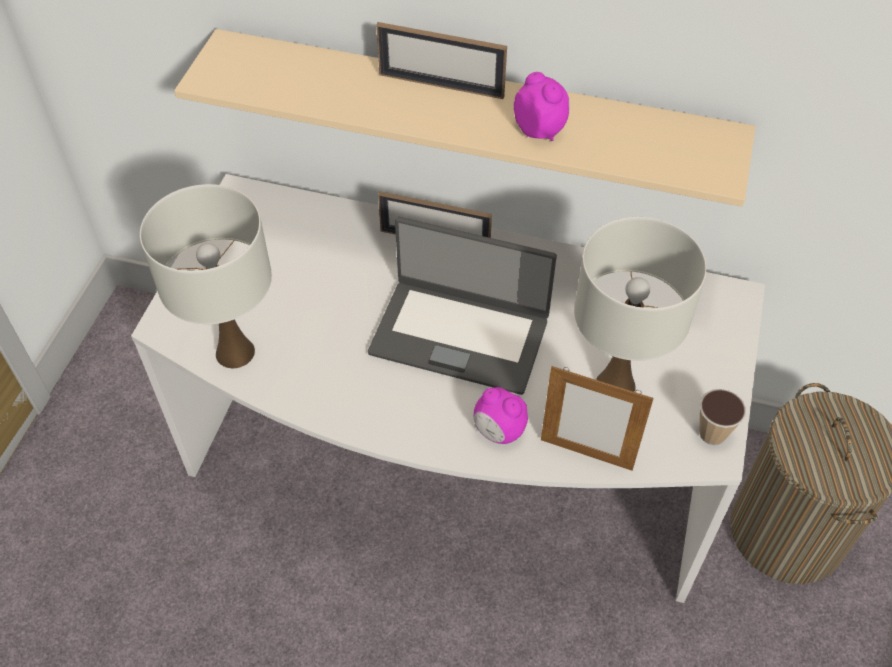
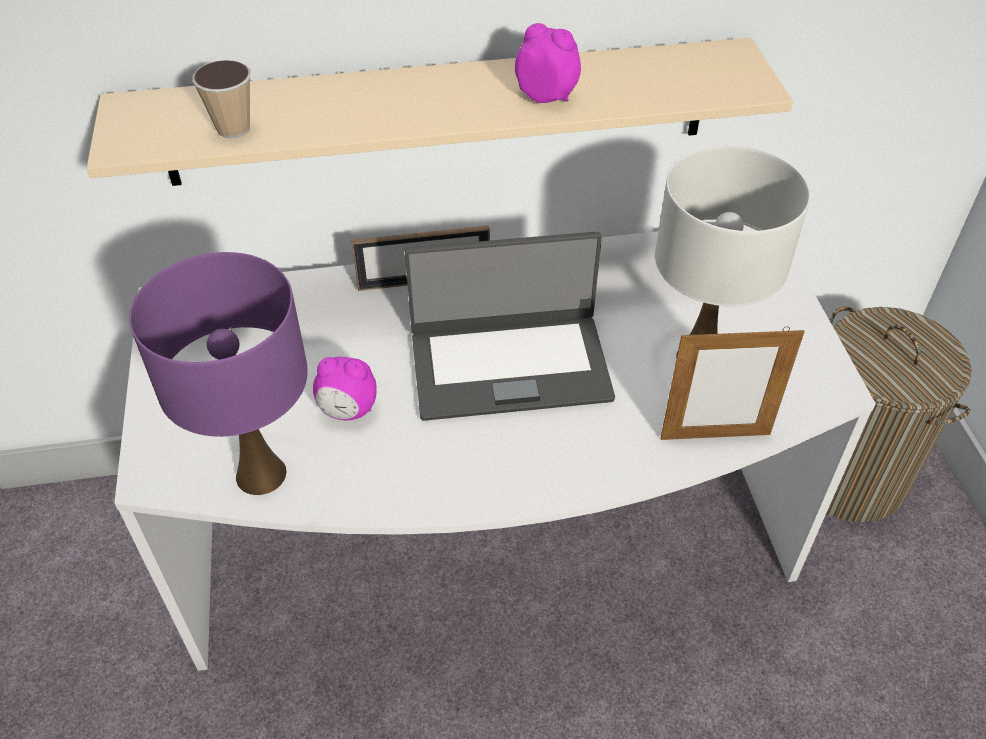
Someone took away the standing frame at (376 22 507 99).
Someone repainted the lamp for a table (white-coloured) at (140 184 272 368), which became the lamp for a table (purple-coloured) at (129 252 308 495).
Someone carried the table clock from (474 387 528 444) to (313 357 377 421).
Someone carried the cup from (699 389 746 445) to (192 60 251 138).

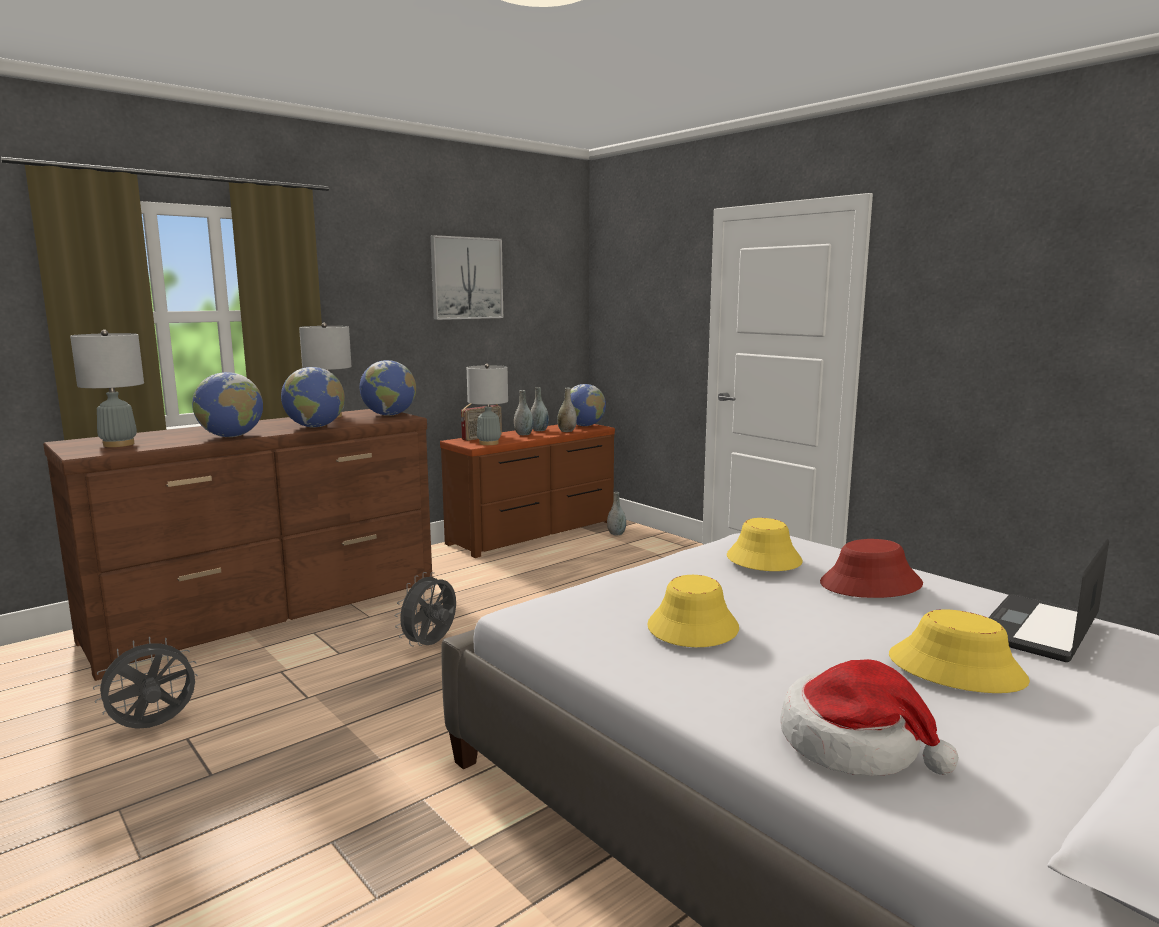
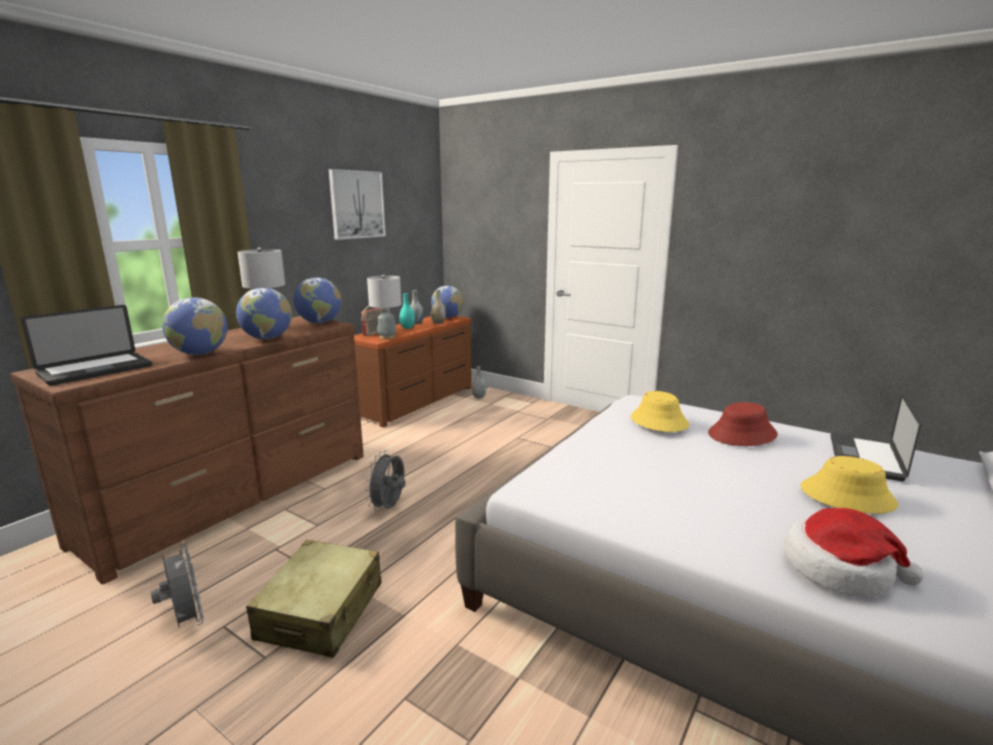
Someone swapped the lamp for a table (greyish) at (70 330 144 447) for the portable computer at (21 305 152 385).
Someone repainted the vase (greyish) at (514 390 534 435), which became the vase (blue-green) at (399 293 415 329).
Someone took away the clothing hat (yellow) at (647 575 739 647).
Someone rotated the electric fan (greyish) at (93 637 198 729) by 105 degrees clockwise.
Someone put down the suitcase (beige-coloured) at (246 540 381 658).

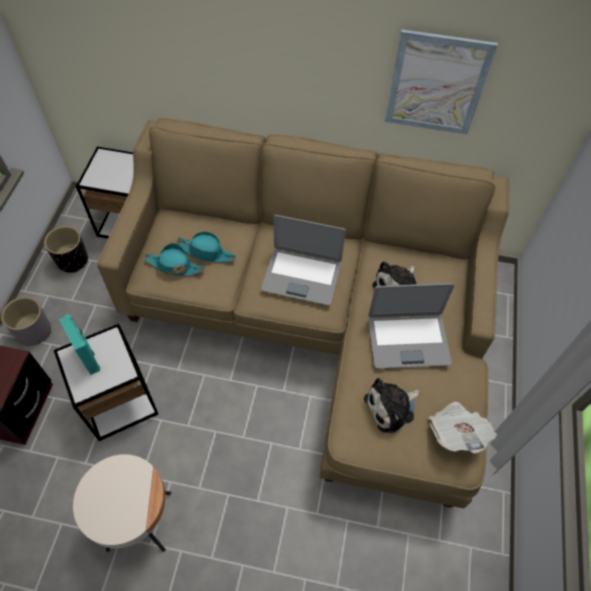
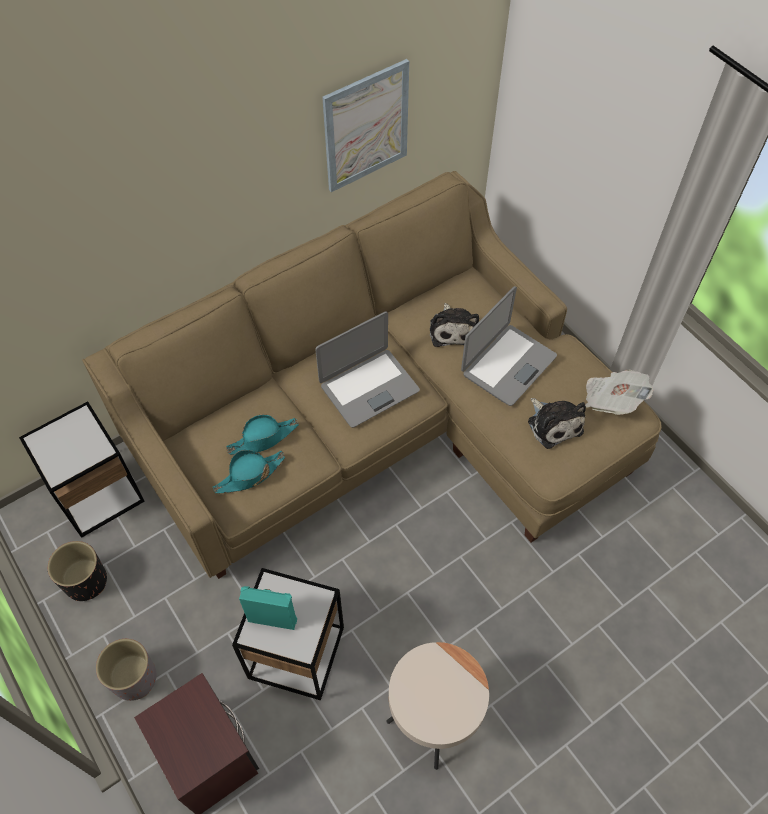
Someone rotated the plush toy at (364 378 420 433) by 45 degrees counterclockwise.

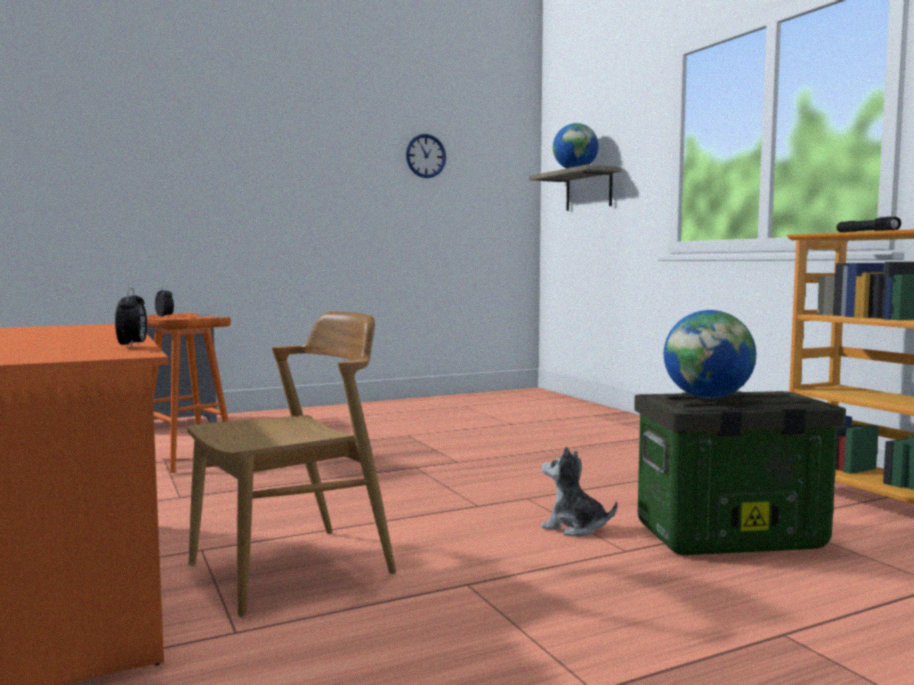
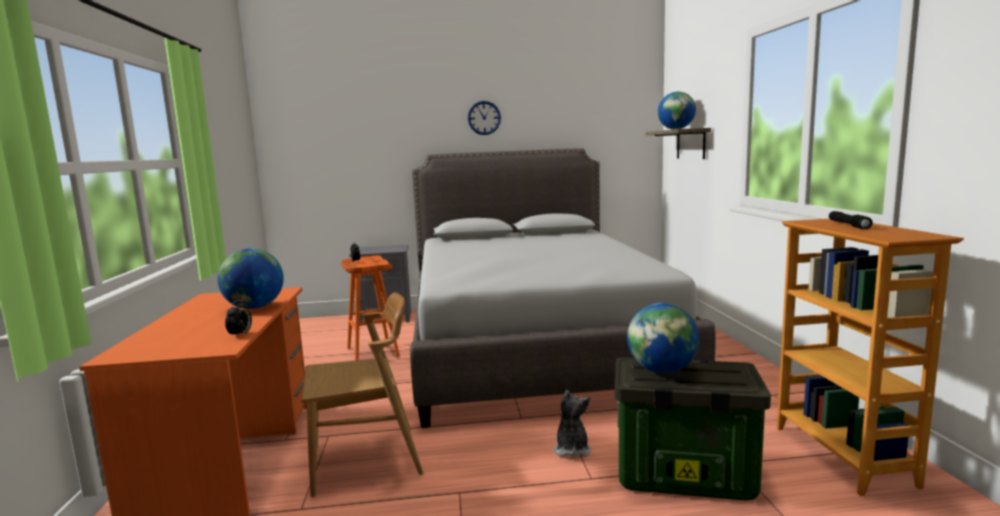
Someone carried the clock on the wall from (406 134 446 178) to (468 101 501 135).
Someone rotated the plush toy at (541 447 618 536) by 45 degrees clockwise.
Someone put down the sleeping bed (greyish) at (410 148 716 428).
Someone put down the globe at (218 248 284 309).

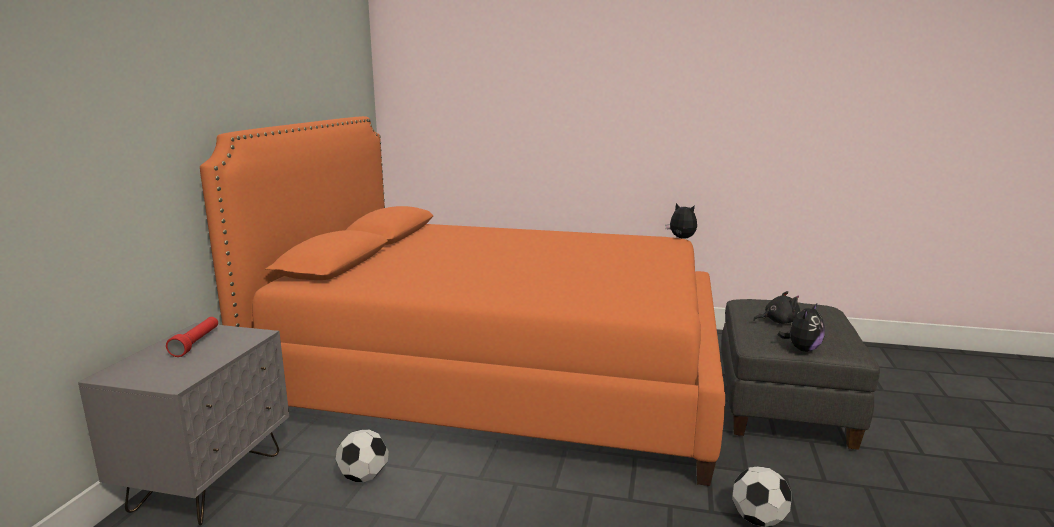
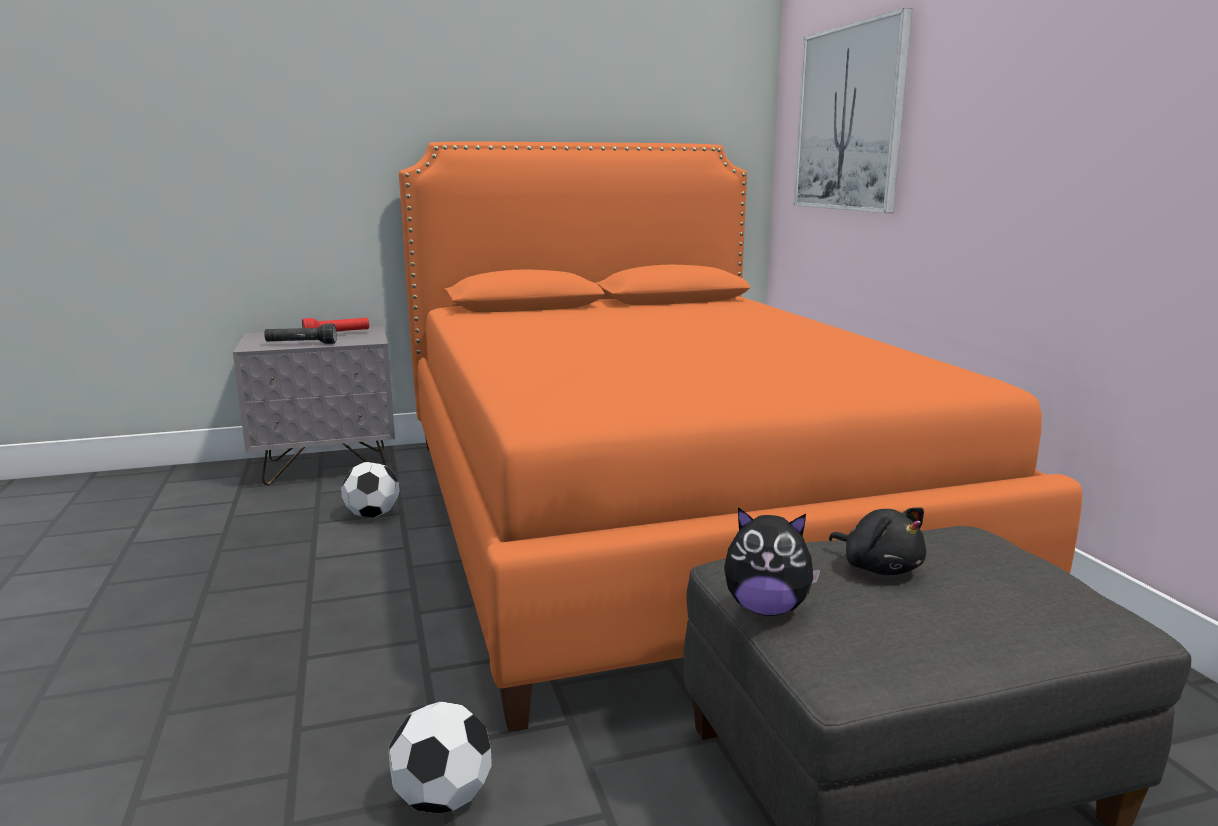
Someone took away the plush toy at (665 203 697 239).
Someone put up the wall picture at (793 8 913 213).
Someone put down the flashlight (black) at (264 324 337 344).

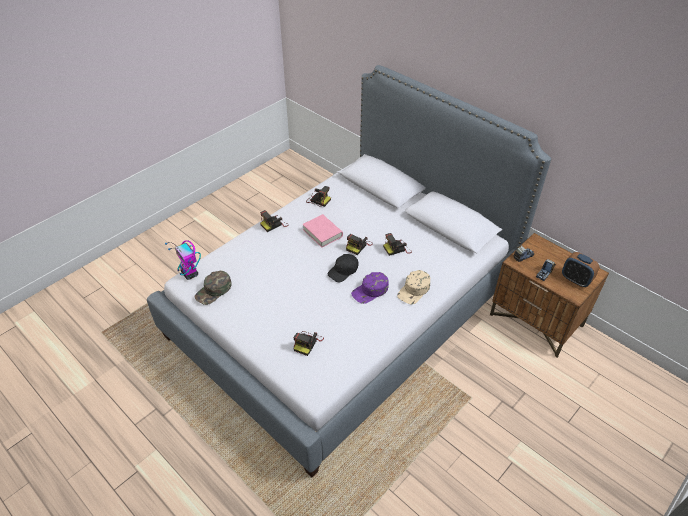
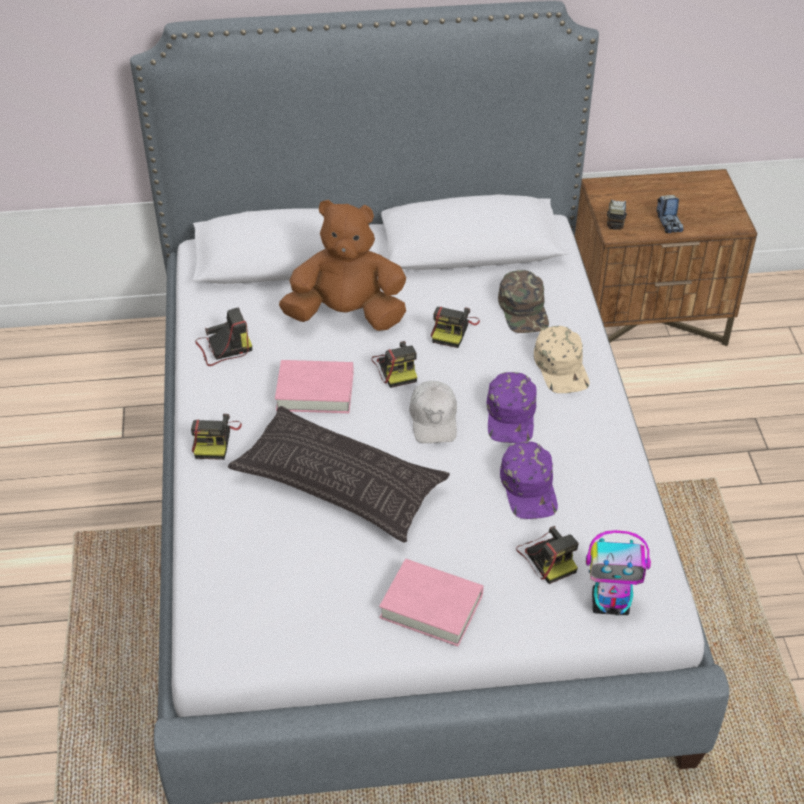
Someone carried the toy robot from (165 240 201 280) to (586 530 651 616).
Someone took away the table clock at (562 252 599 287).
Someone repainted the baseball cap (black) at (328 254 359 283), which became the baseball cap (white-coloured) at (409 381 457 443).
Someone carried the baseball cap (green-coloured) from (194 270 232 305) to (498 270 549 333).
Someone put down the plush toy (brown-coloured) at (279 200 406 331).
Someone put down the throw pillow at (228 406 450 542).
Someone put down the baseball cap (purple-coloured) at (500 441 558 519).
Someone put down the volume (pink) at (379 559 483 646).

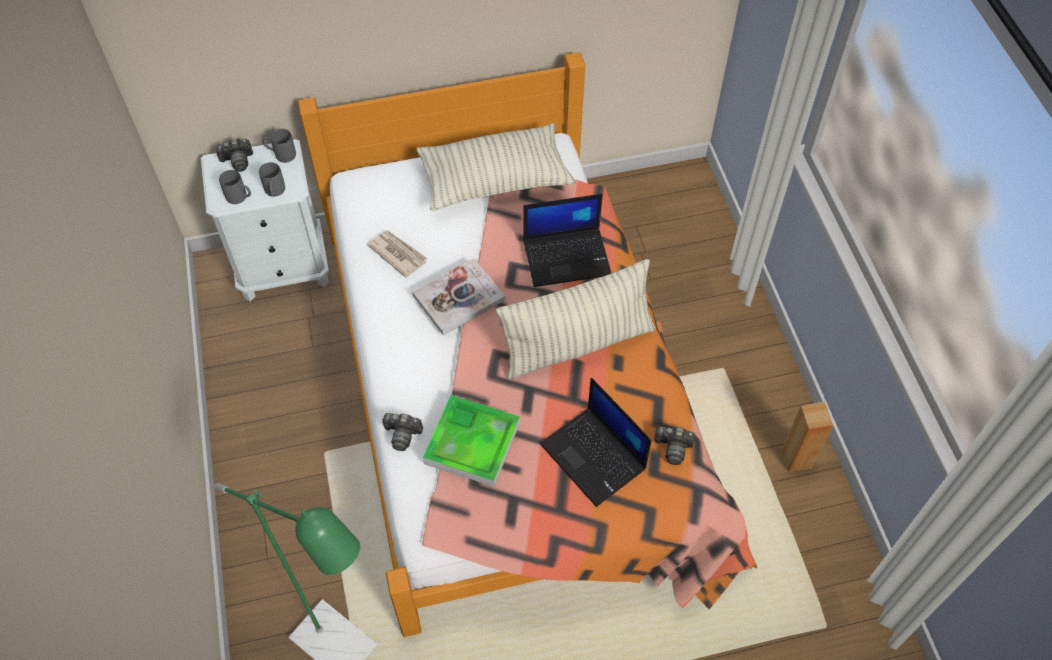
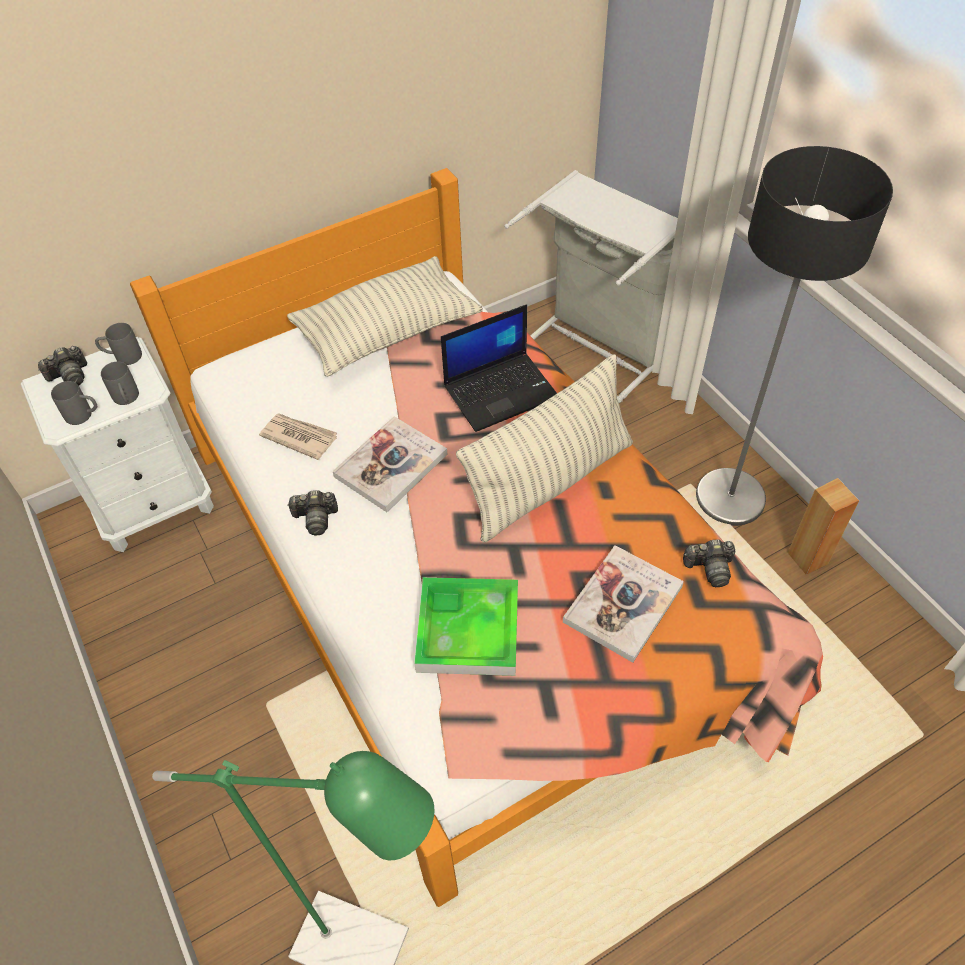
Someone swapped the portable computer at (540 378 652 507) for the volume at (563 545 684 663).
Someone carried the photo camera from (382 413 423 451) to (287 490 338 535).
Someone put down the floor lamp at (696 146 893 526).
Someone put down the laundry basket (greyish) at (504 170 678 403).

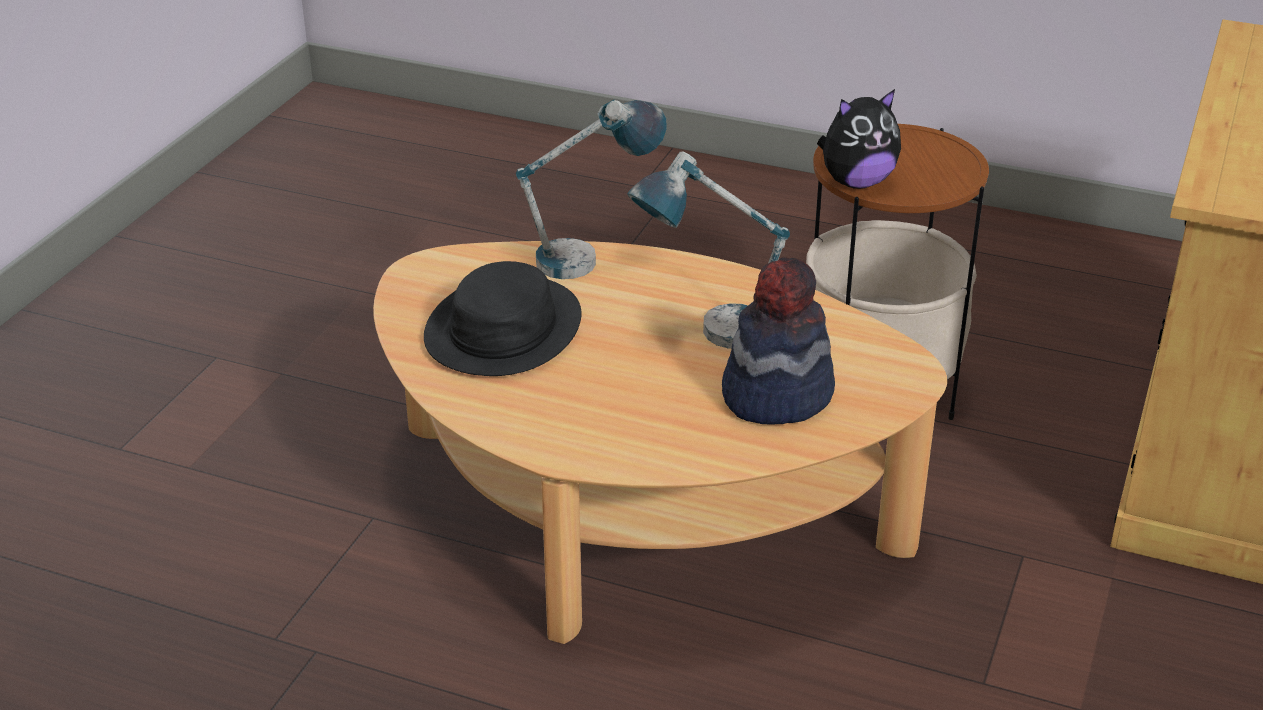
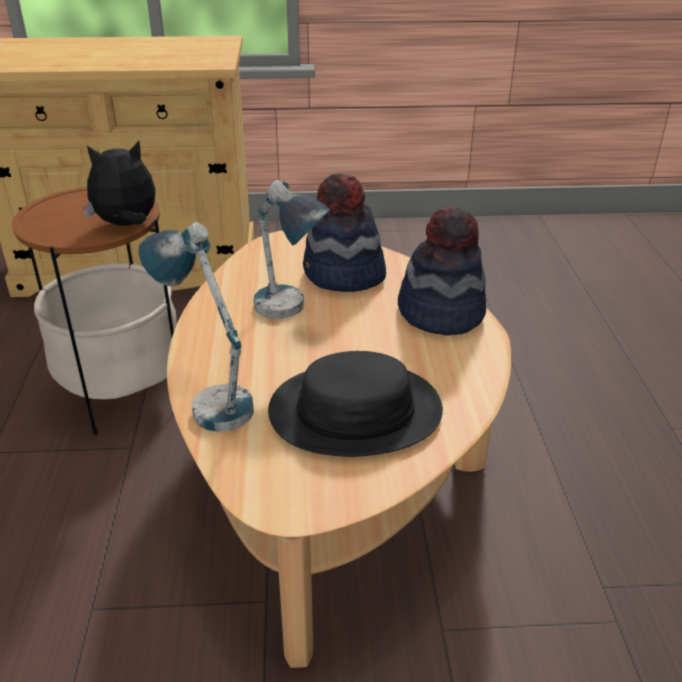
Someone rotated the plush toy at (817 89 901 189) by 60 degrees counterclockwise.
Someone put down the clothing hat at (398 206 486 336).

